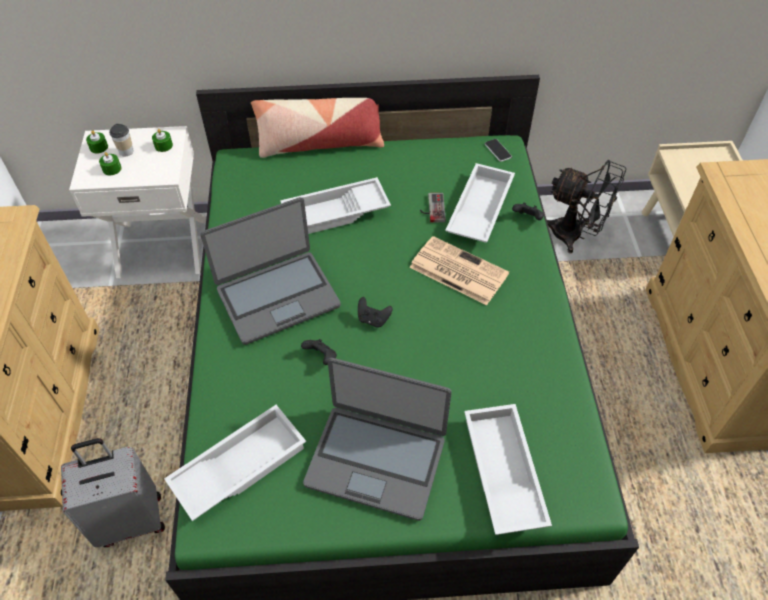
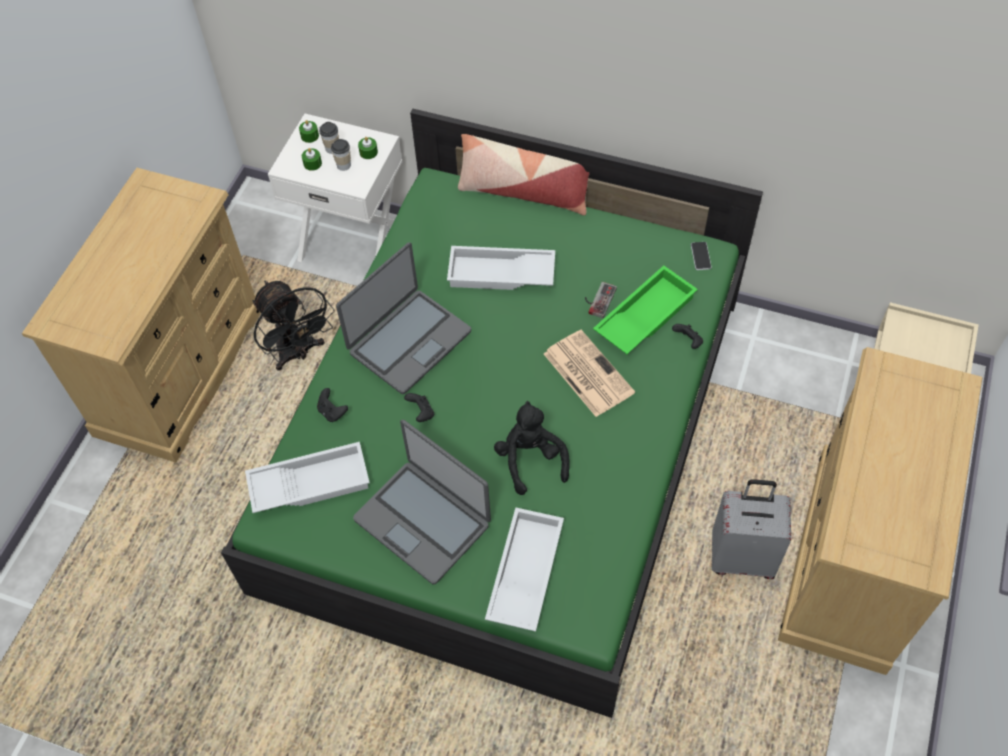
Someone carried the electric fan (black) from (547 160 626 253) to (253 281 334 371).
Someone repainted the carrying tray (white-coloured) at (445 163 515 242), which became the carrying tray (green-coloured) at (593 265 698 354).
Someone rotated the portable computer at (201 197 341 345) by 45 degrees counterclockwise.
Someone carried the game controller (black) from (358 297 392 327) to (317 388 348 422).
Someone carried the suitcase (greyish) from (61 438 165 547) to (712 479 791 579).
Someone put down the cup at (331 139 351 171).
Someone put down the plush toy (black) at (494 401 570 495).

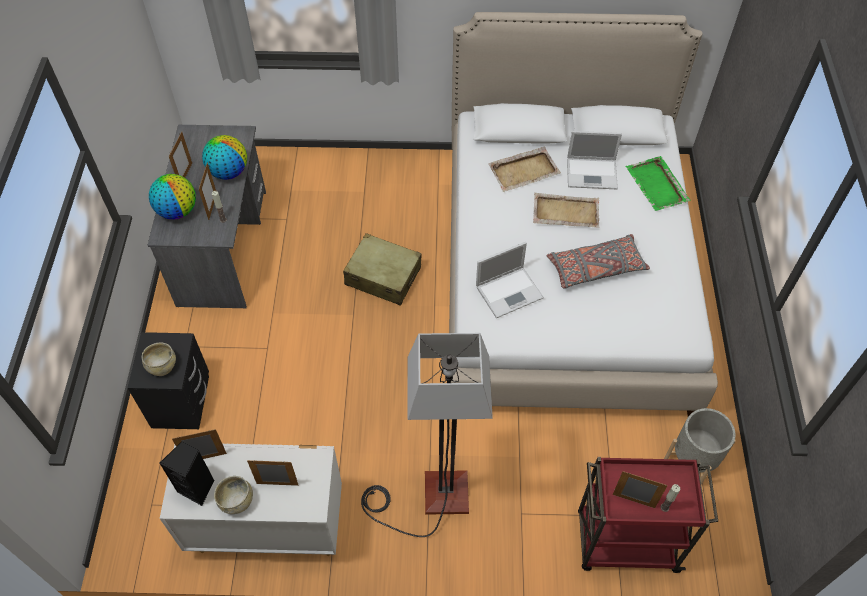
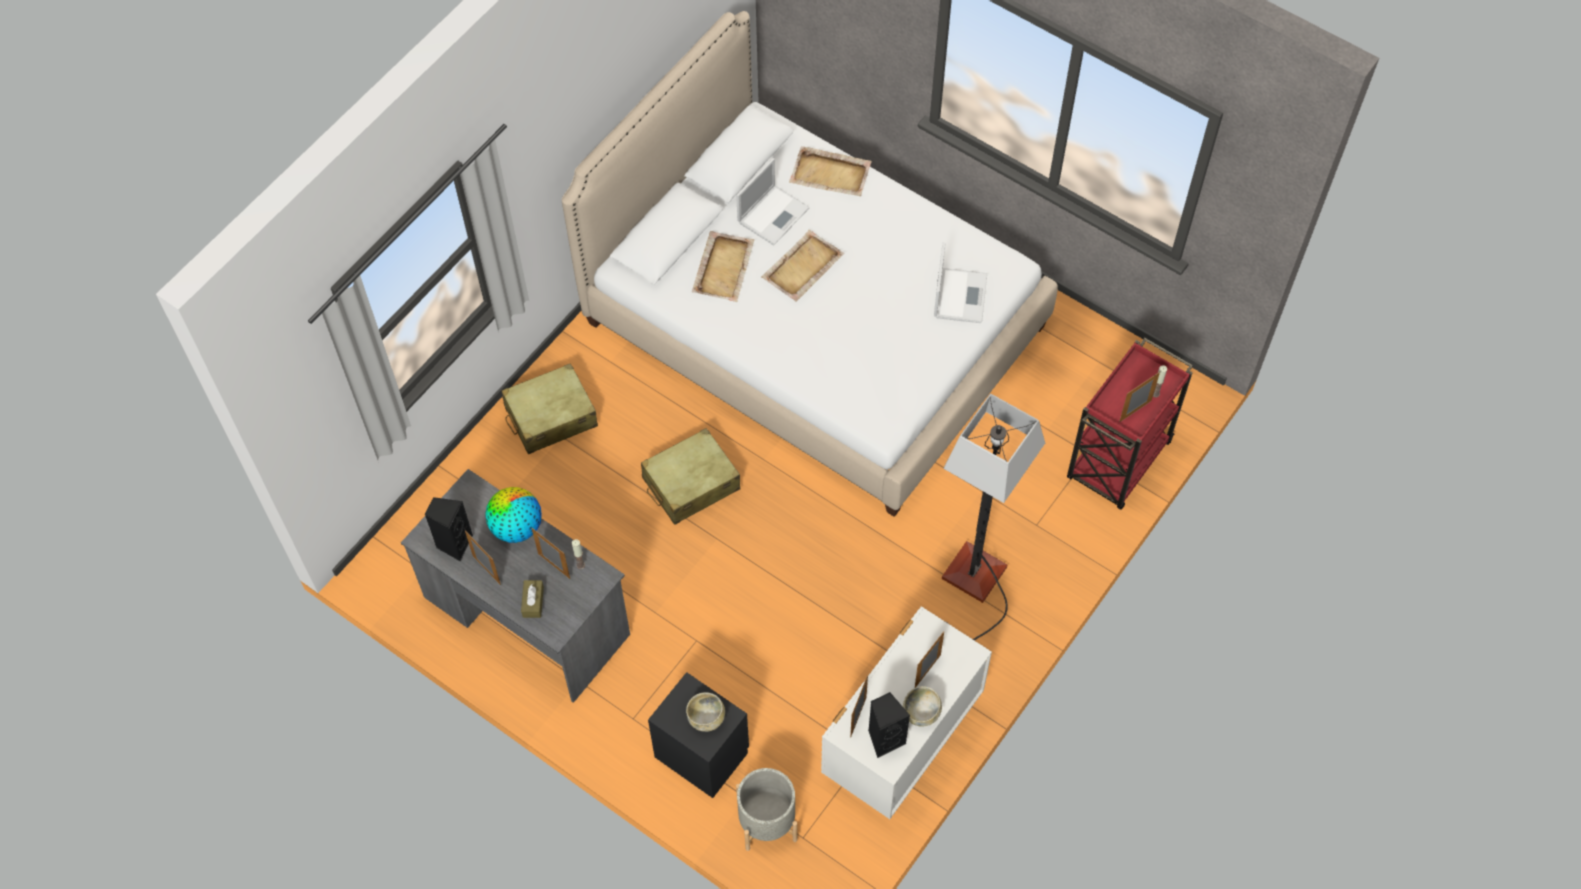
Someone repainted the carrying tray (green-coloured) at (626 156 691 211), which became the carrying tray (beige-coloured) at (789 146 872 196).
Someone swapped the globe at (149 174 196 220) for the box of tissues (brown-coloured) at (521 580 544 618).
Someone took away the throw pillow (greyish) at (547 234 650 289).
Someone carried the portable computer from (476 242 544 318) to (934 242 987 323).
Someone carried the flower pot (greyish) from (664 408 736 485) to (736 768 797 851).
Someone put down the suitcase (beige-coloured) at (501 363 598 454).
Someone put down the audio speaker (black) at (425 497 473 561).

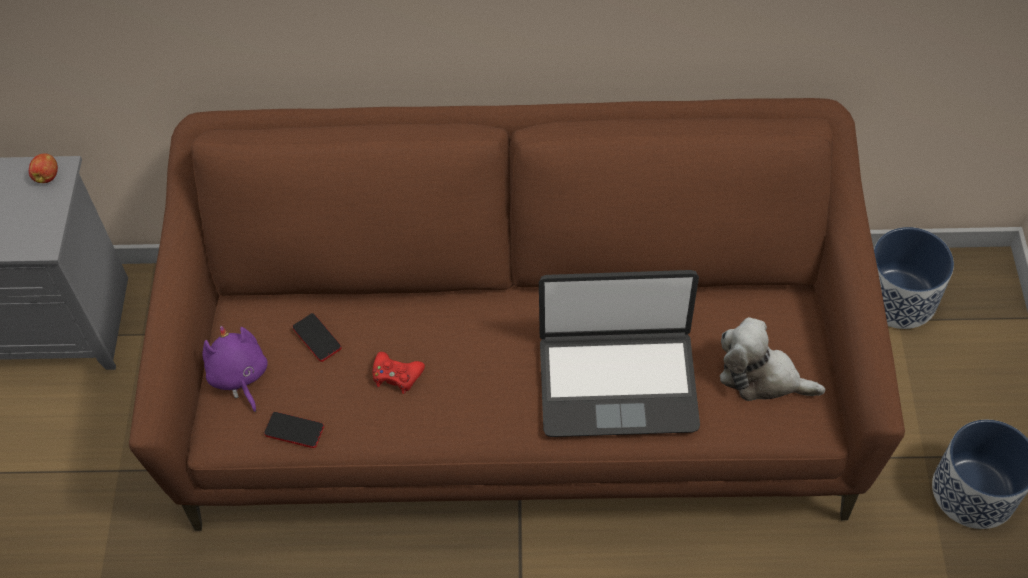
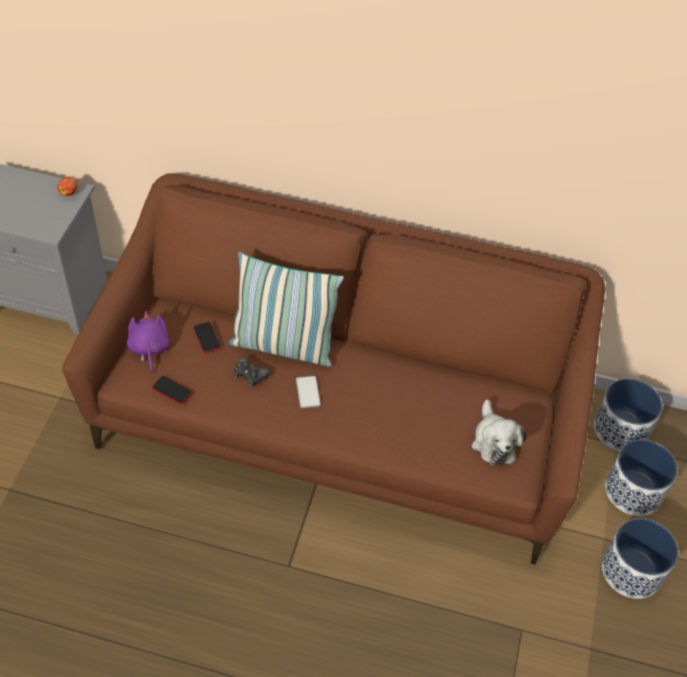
Someone took away the portable computer at (539 270 700 437).
Someone rotated the plush toy at (720 317 825 401) by 135 degrees counterclockwise.
Someone repainted the game controller (reddish) at (373 352 425 394), which became the game controller (black) at (234 356 270 387).
Someone put down the throw pillow at (229 252 344 367).
Someone put down the handset at (296 376 321 408).
Someone put down the flower pot at (605 439 678 516).

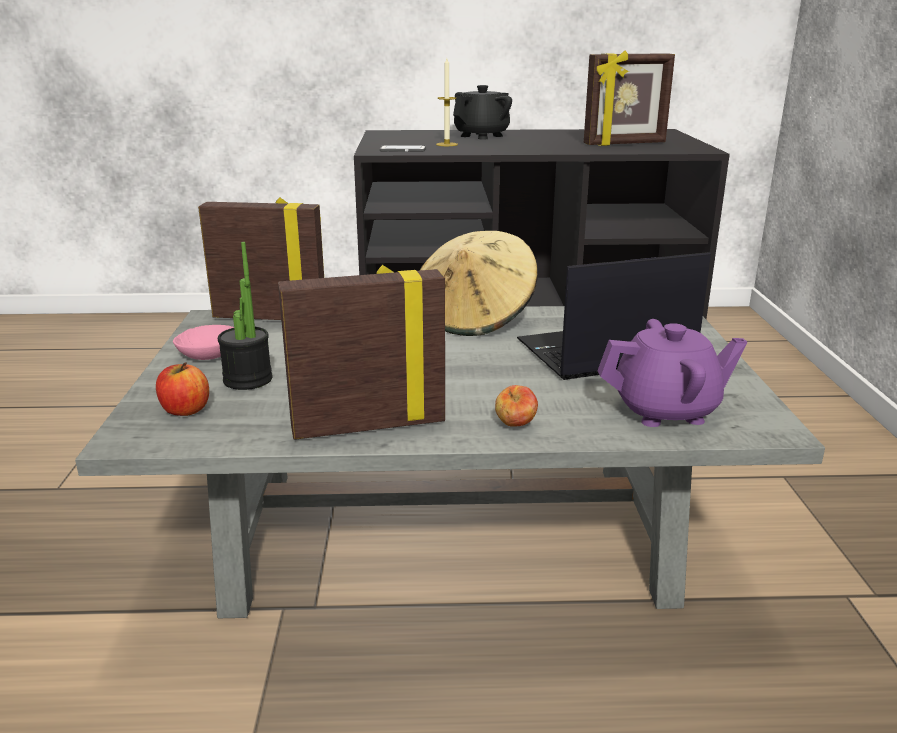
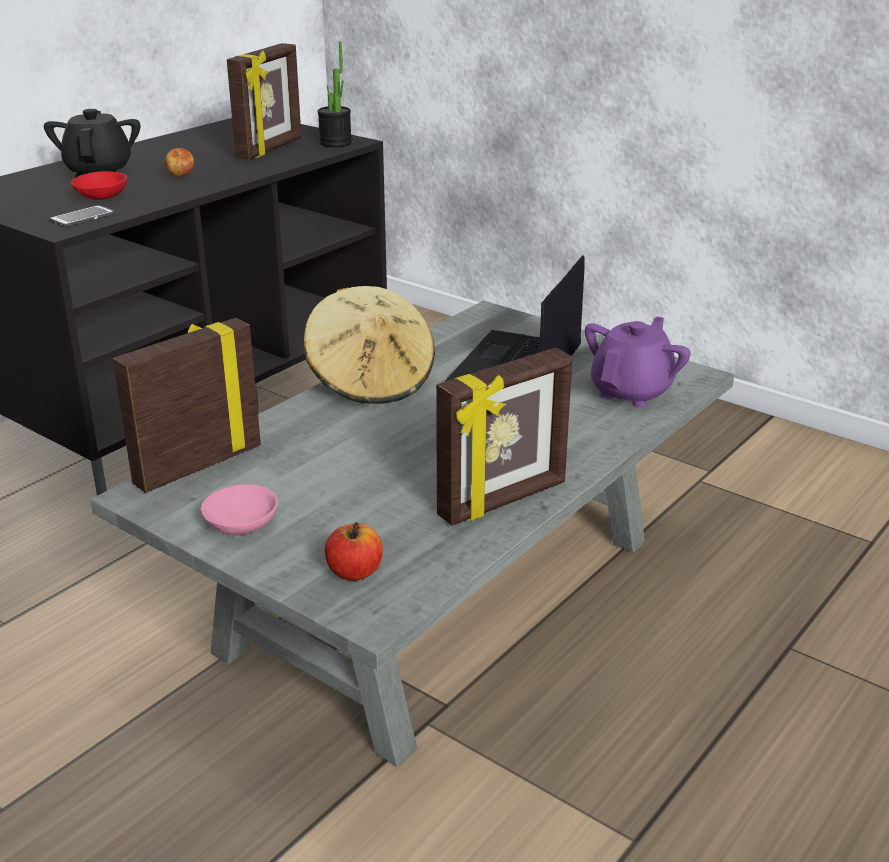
Someone swapped the wax light at (436 58 458 146) for the deep dish (reddish) at (71 171 128 200).
Someone carried the potted plant from (218 242 273 390) to (317 42 352 147).
Someone rotated the standing frame at (278 265 445 440) by 150 degrees counterclockwise.
Someone carried the apple from (495 385 538 426) to (165 148 194 177).

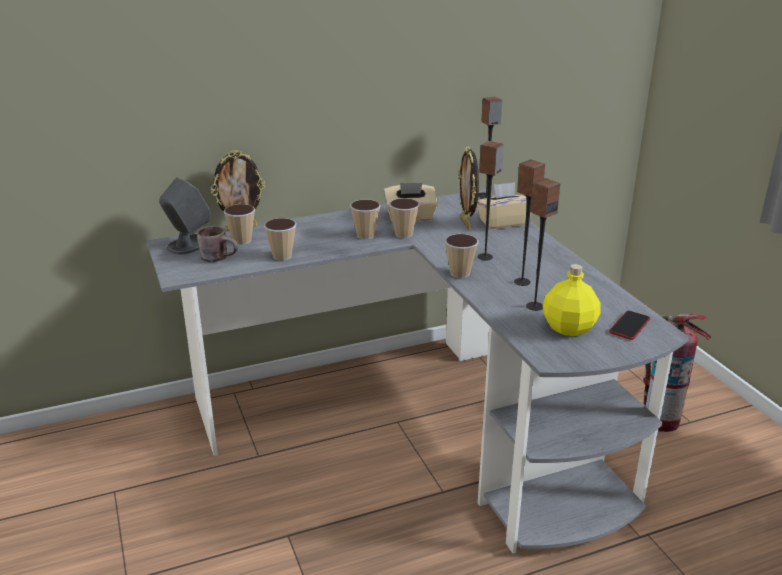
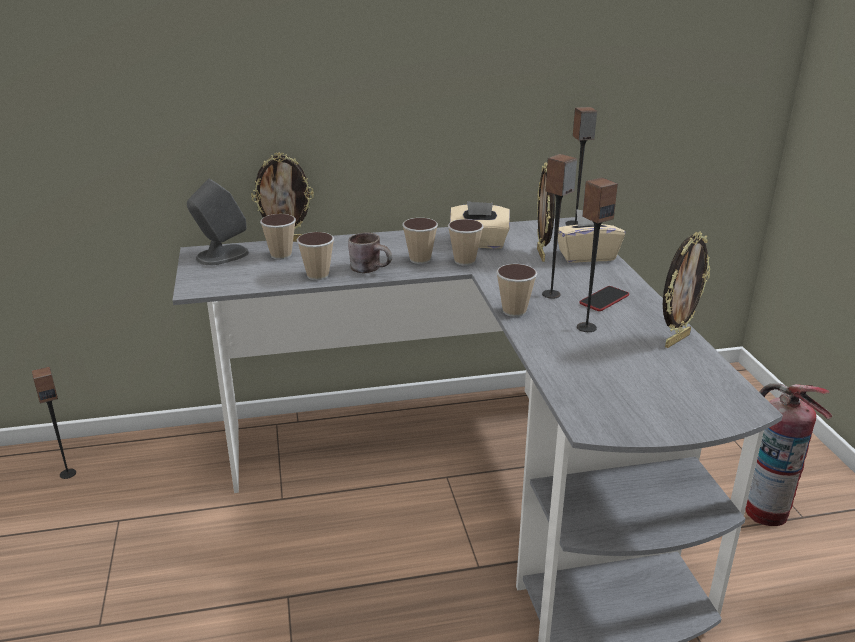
Someone carried the audio speaker from (526 178 560 311) to (32 367 76 479).
Someone carried the coffee mug (brown-coloured) from (197 226 238 262) to (348 232 392 273).
Someone took away the drink bottle (yellow) at (543 264 601 336).
Someone carried the handset from (609 311 650 340) to (580 286 629 311).
Someone put down the standing frame at (663 232 710 348).

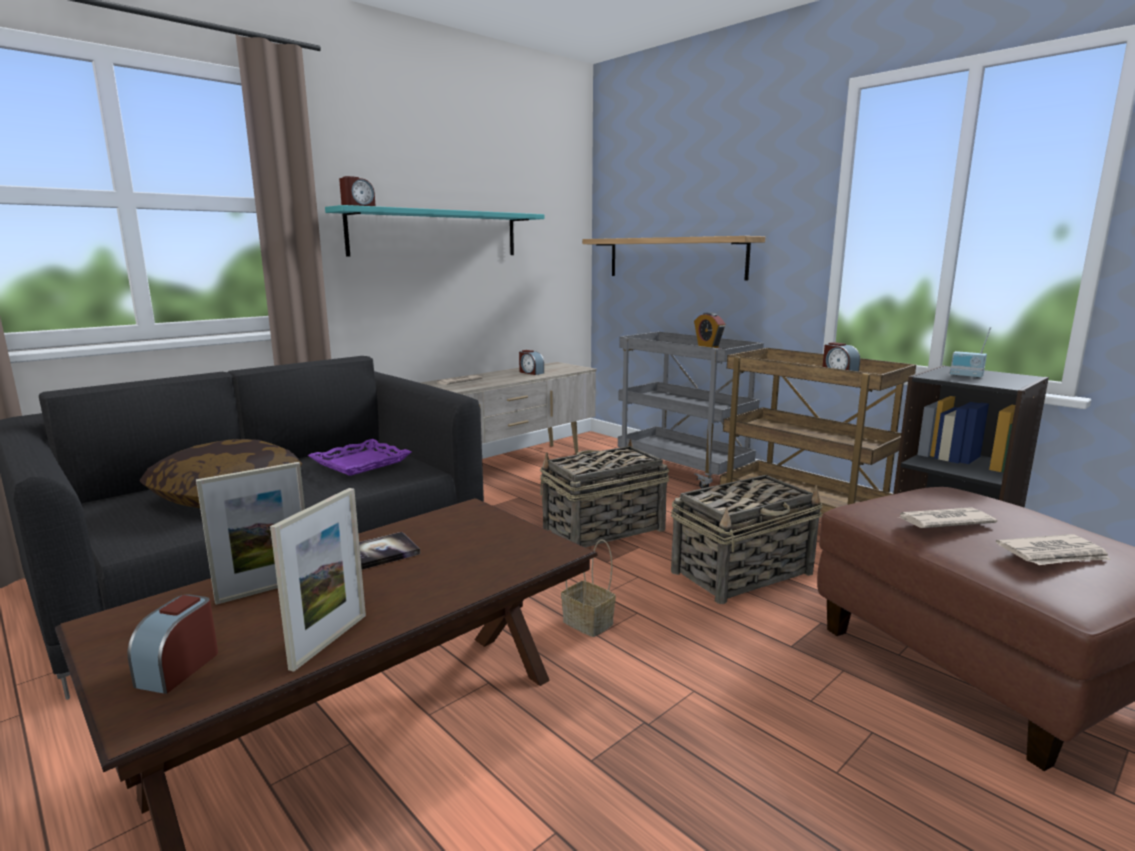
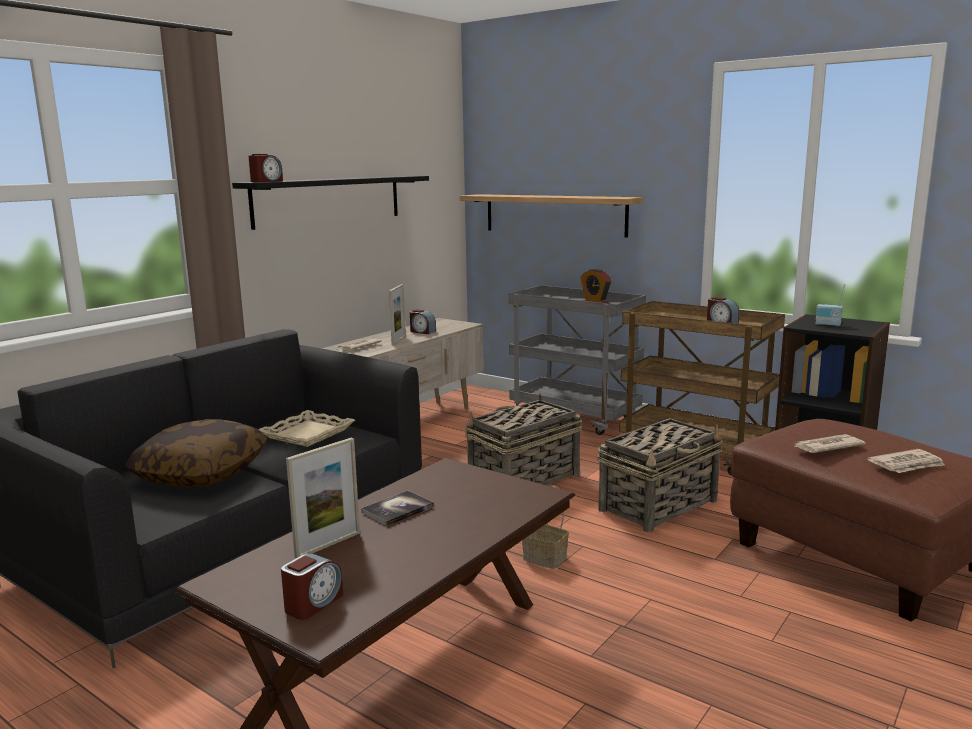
Someone repainted the wall shelf (blue-green) at (325 205 545 257), which became the wall shelf (black) at (232 176 429 230).
Someone repainted the carrying tray (purple-coloured) at (307 439 411 476), which became the carrying tray (beige-coloured) at (259 410 355 447).
Someone carried the standing frame from (270 488 366 672) to (389 284 406 345).
Someone rotated the table clock at (127 594 218 694) by 150 degrees counterclockwise.

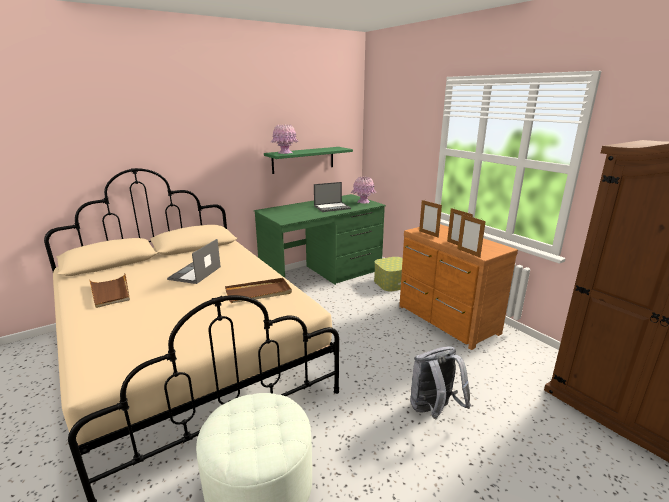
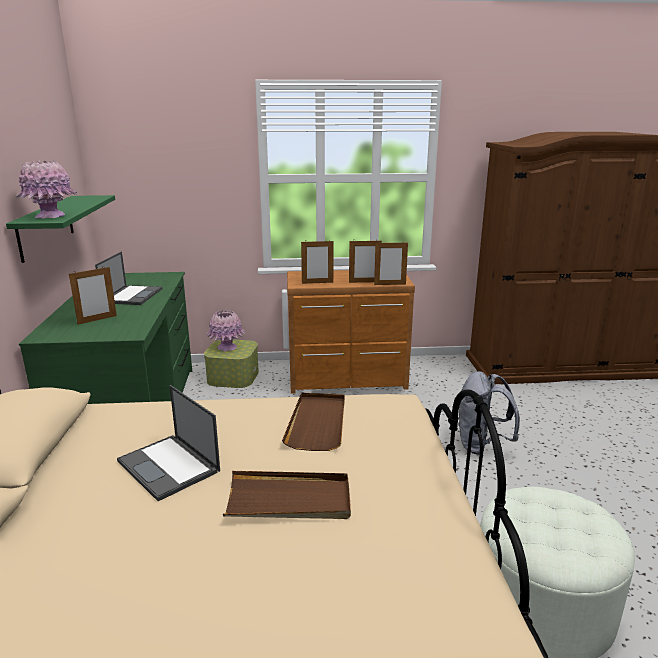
Someone carried the vase (pink) from (351 177 376 204) to (206 310 245 352).
Someone carried the carrying tray (brown-coloured) from (89 274 130 308) to (223 471 351 519).
Someone put down the standing frame at (69 266 117 325).

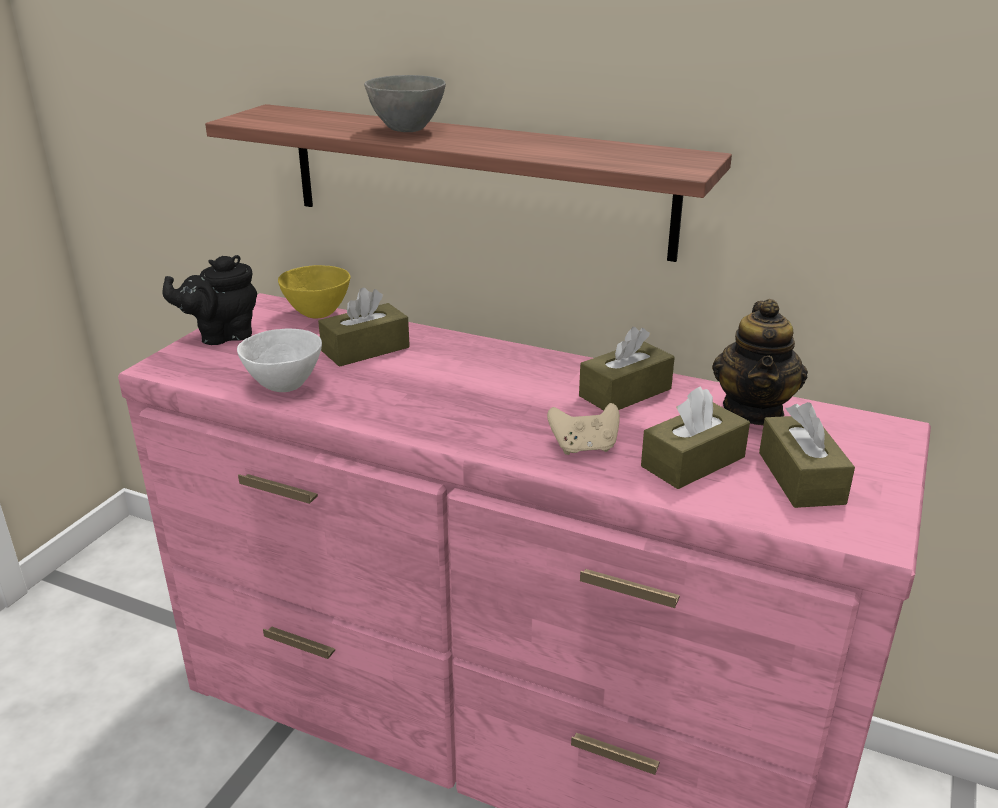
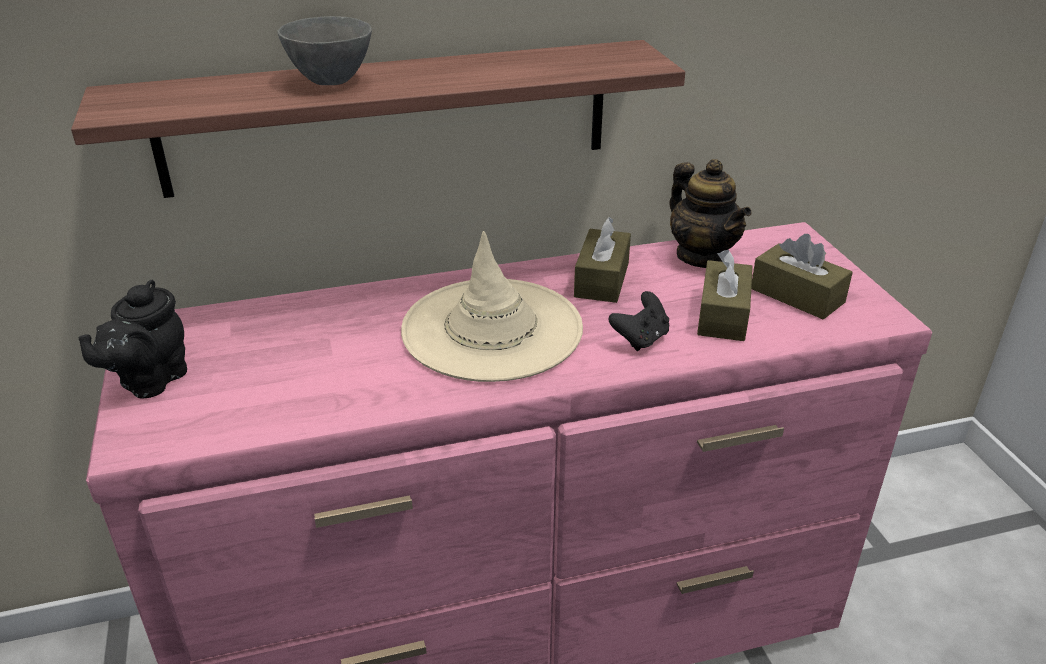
Someone took away the deep dish (yellow) at (278 265 350 318).
Someone took away the box of tissues (brown-coloured) at (318 288 410 367).
Someone took away the deep dish (white-coloured) at (237 329 322 392).
Someone repainted the game controller (beige-coloured) at (547 403 620 455), which became the game controller (black) at (609 291 669 351).
Someone put down the clothing hat (beige-coloured) at (401 231 583 382).

